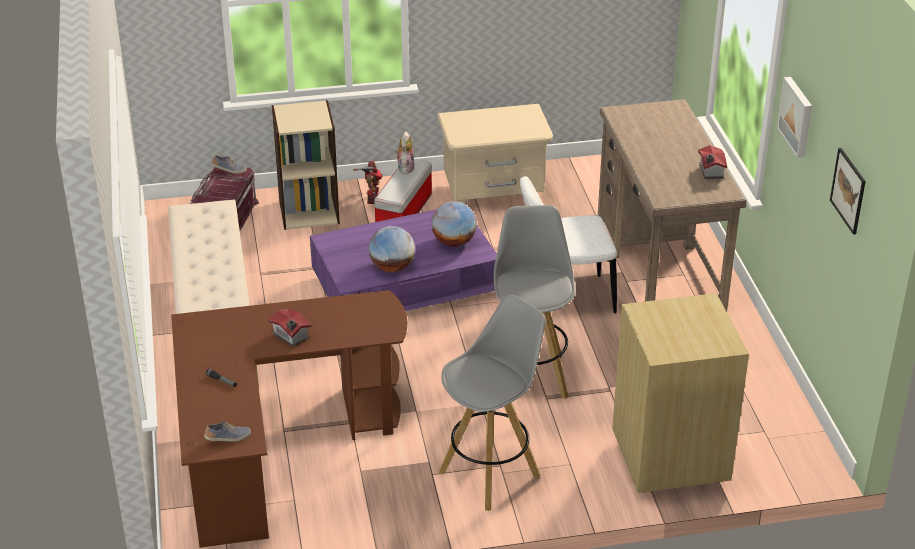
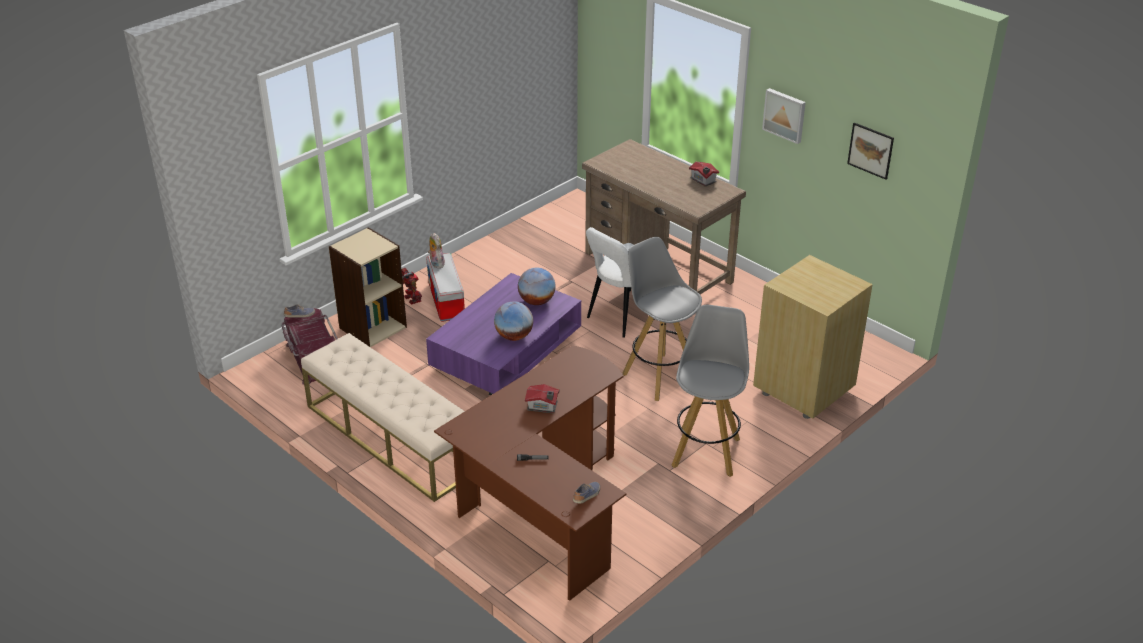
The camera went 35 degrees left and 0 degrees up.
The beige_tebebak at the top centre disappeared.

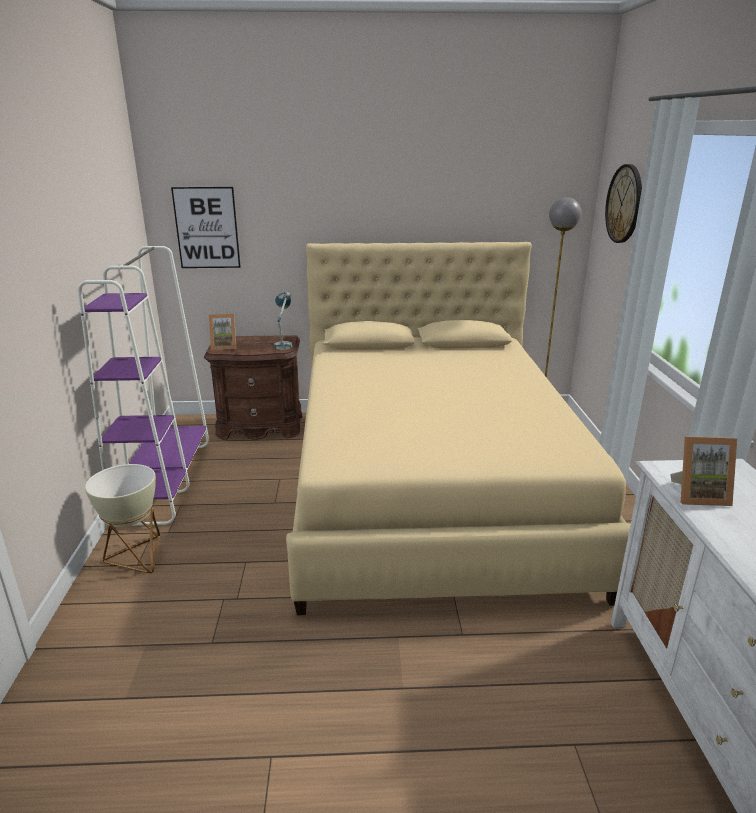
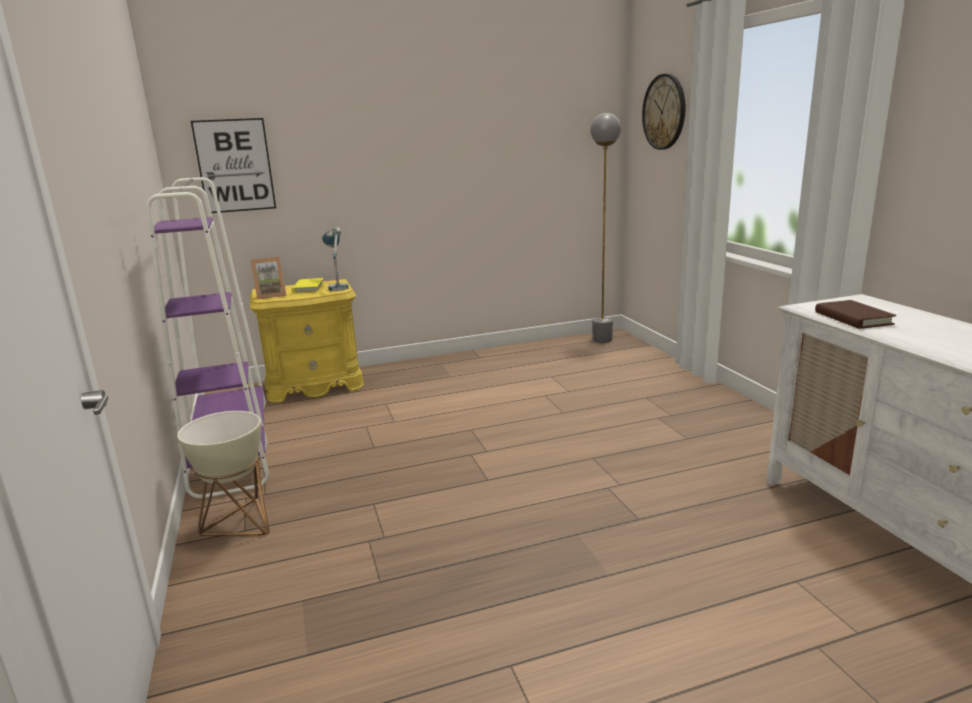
The camera went 15 degrees left and 5 degrees down.
The brown_tebebak at the centre became the yellow_tebebak at the middle left.
The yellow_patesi at the middle left appeared.
The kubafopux (2nd from left) at the middle right was replaced by the brown_patesi at the middle right.
The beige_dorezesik at the centre disappeared.

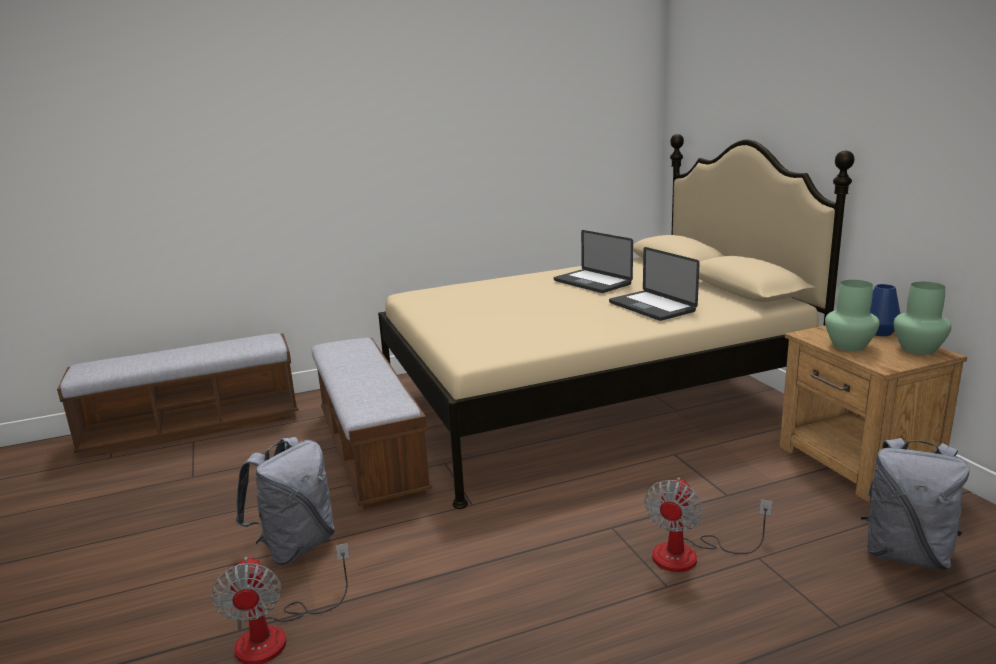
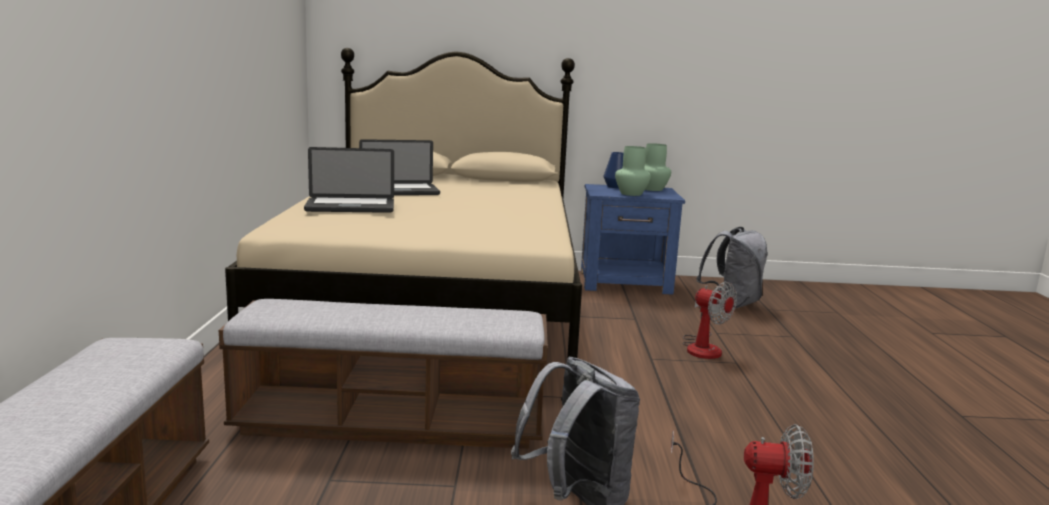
The camera went 70 degrees left and 5 degrees down.
The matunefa (2nd from left in the first image) moved from the centre to the middle left.
The brown_tebebak at the middle right became the blue_tebebak at the centre.

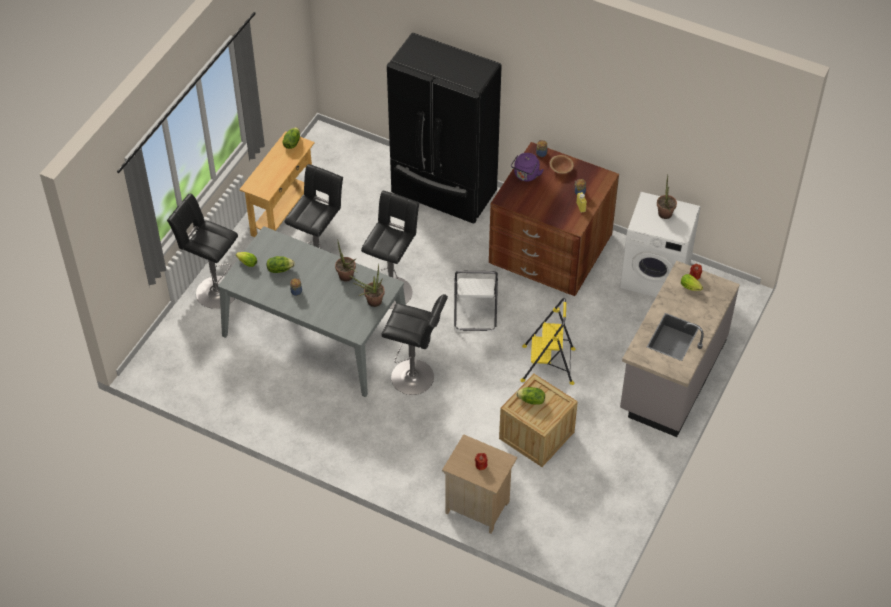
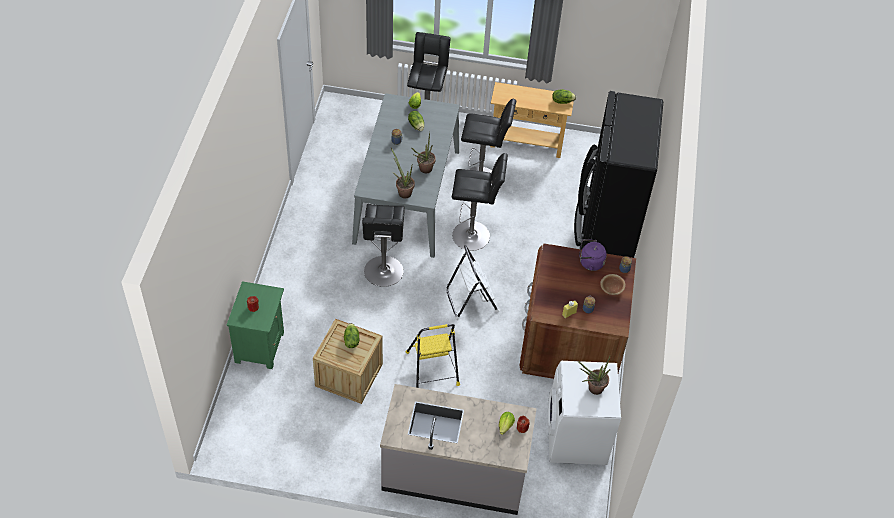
The camera went 70 degrees right and 0 degrees up.
The beige_tebebak at the bottom centre became the green_tebebak at the middle left.

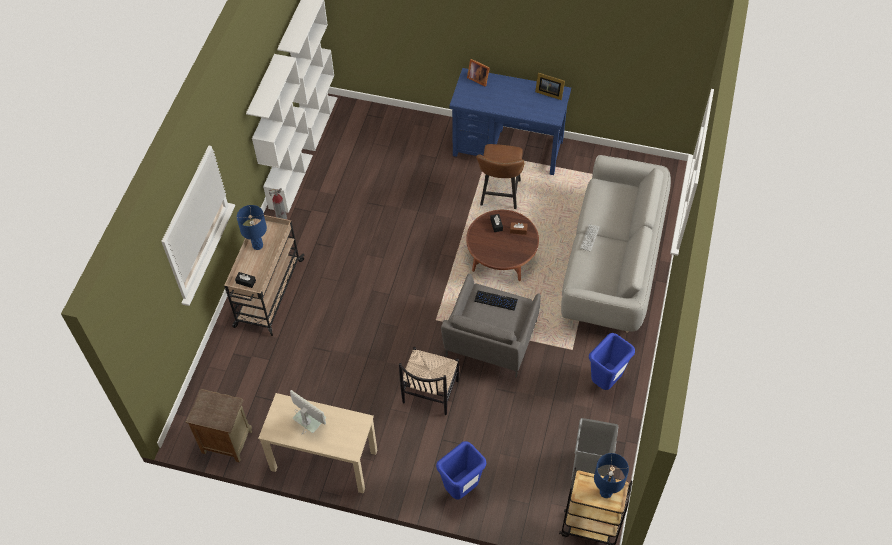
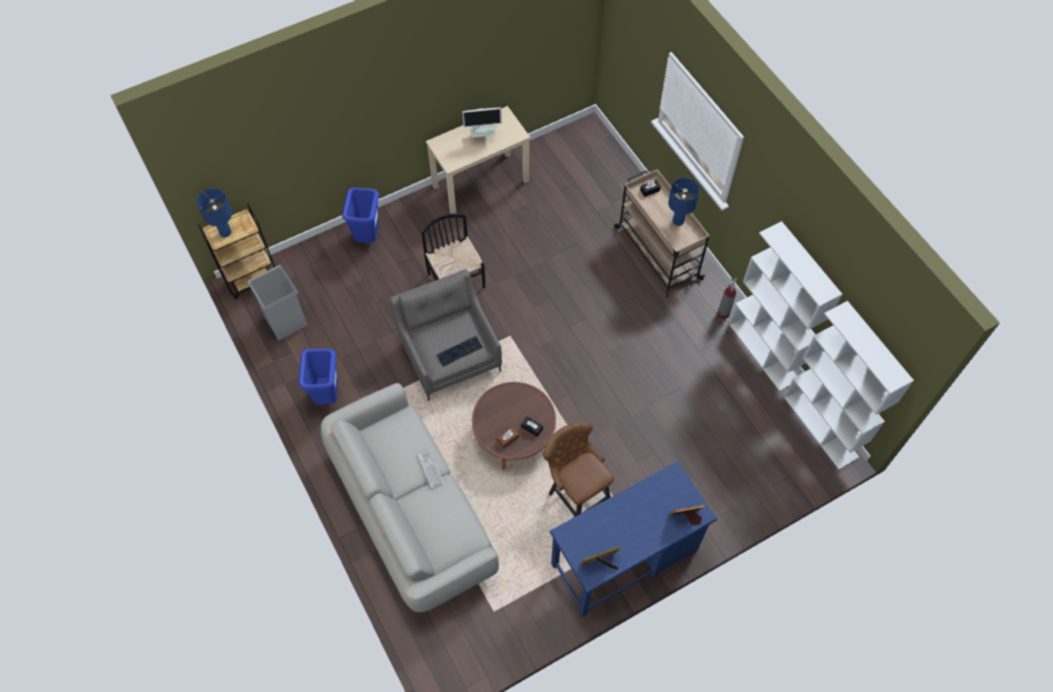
The camera went 135 degrees right and 5 degrees up.
The beige_tebebak at the bottom left disappeared.

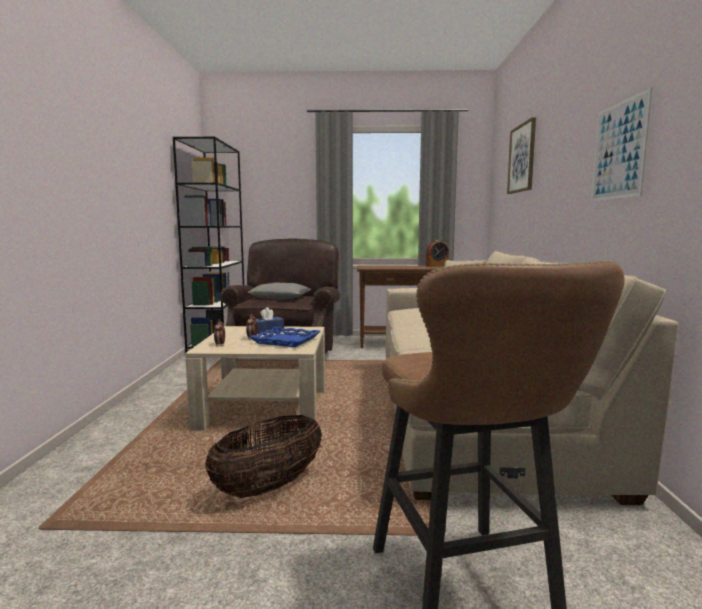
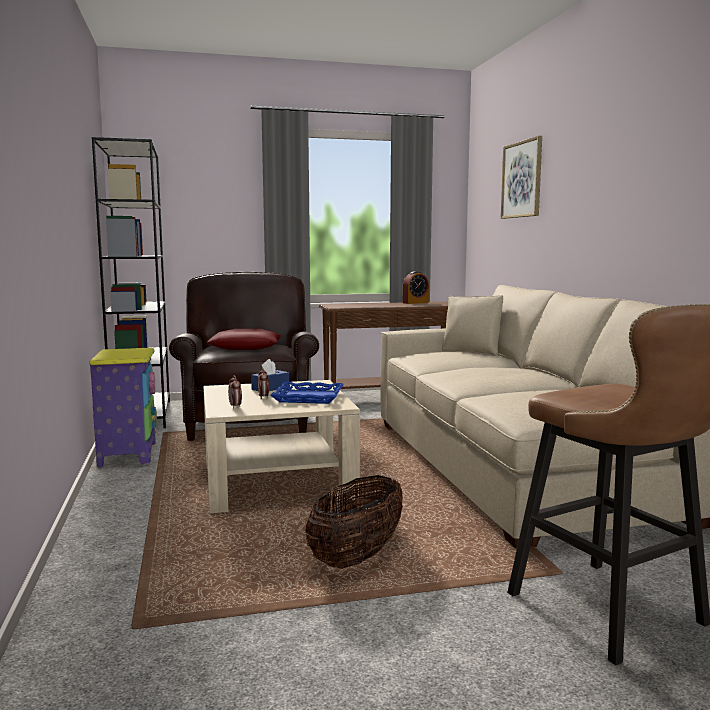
The camera went 15 degrees left and 0 degrees up.
The tebebak at the middle left appeared.
The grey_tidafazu at the centre became the red_tidafazu at the centre.
The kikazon (2nd from left) at the top right disappeared.

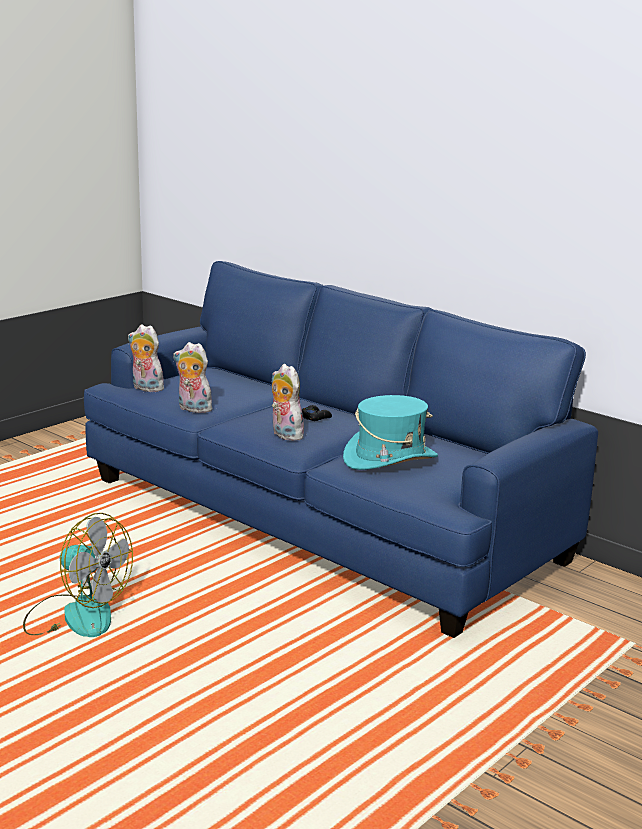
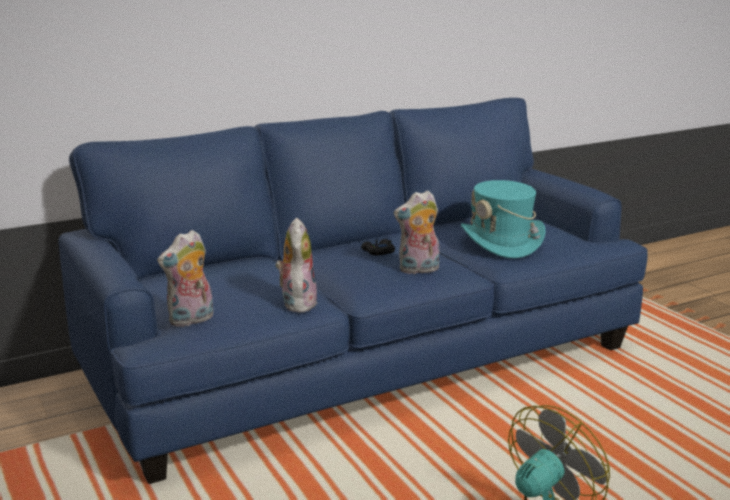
The camera went 70 degrees left and 0 degrees up.
The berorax (2nd from left) at the middle left turned 135 degrees clockwise.

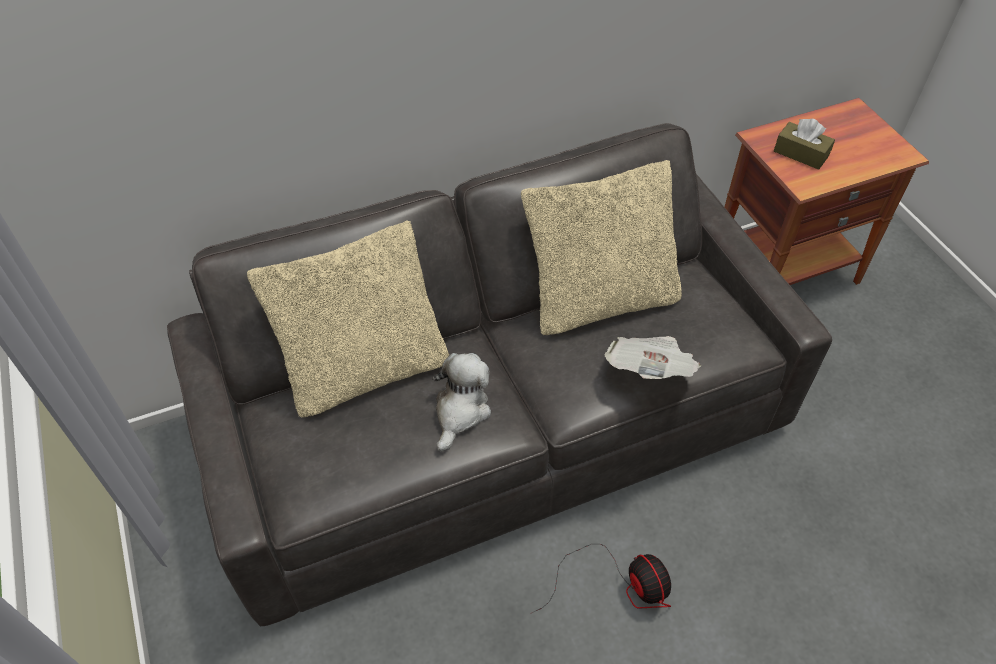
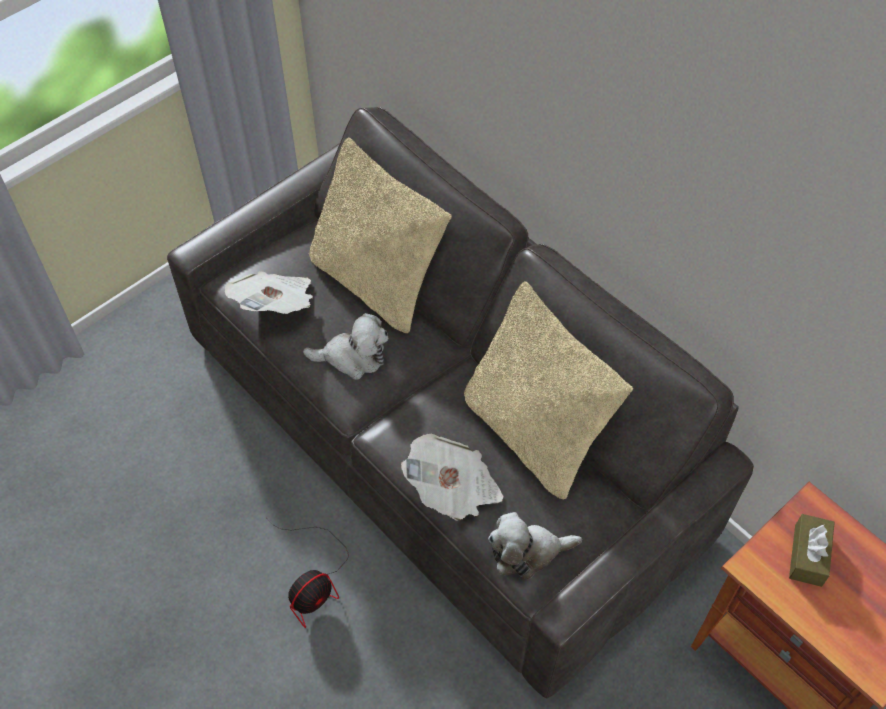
The camera went 70 degrees right and 5 degrees up.
The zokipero (1st from left) at the middle left appeared.
The berorax (2nd from left) at the bottom centre appeared.

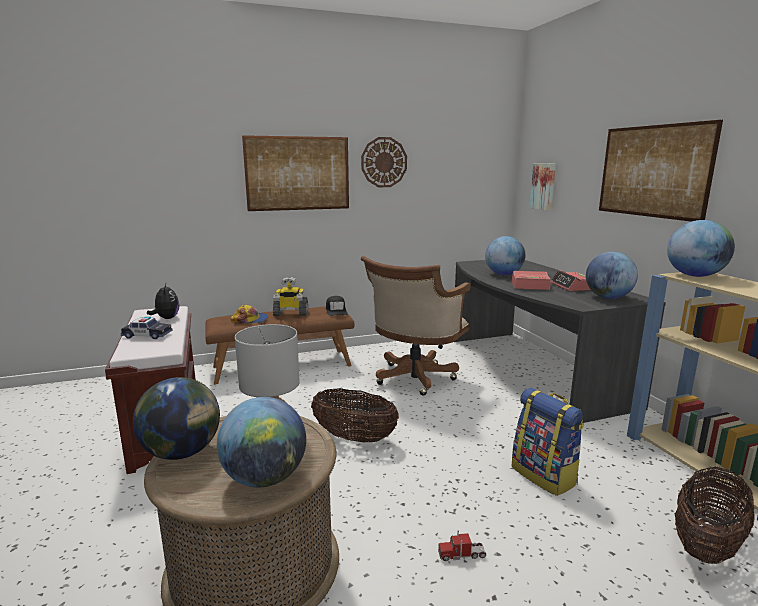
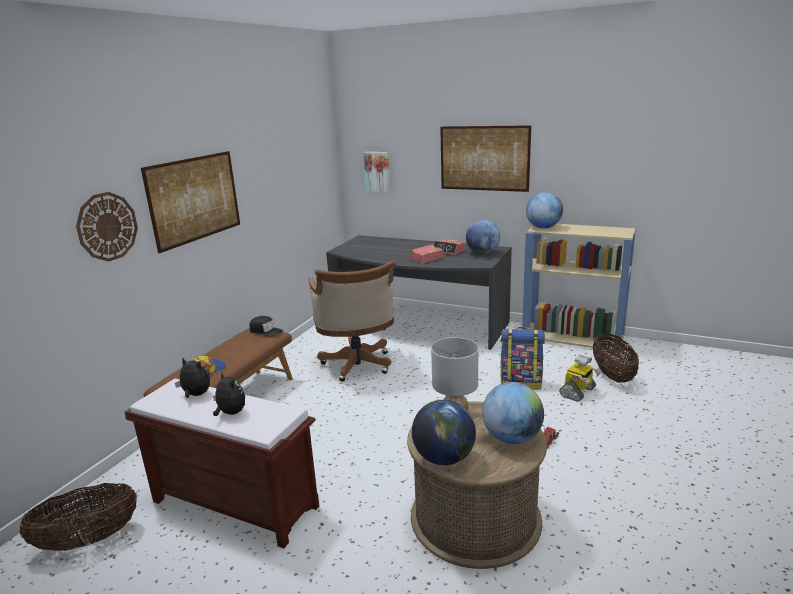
The camera went 45 degrees left and 5 degrees up.
The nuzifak (1st from left) moved from the bottom centre to the bottom left.
The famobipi moved from the top centre to the middle left.
The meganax at the middle left was replaced by the berorax (2nd from left) at the middle left.
The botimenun moved from the centre to the middle right.
The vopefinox (3rd from left) at the centre disappeared.

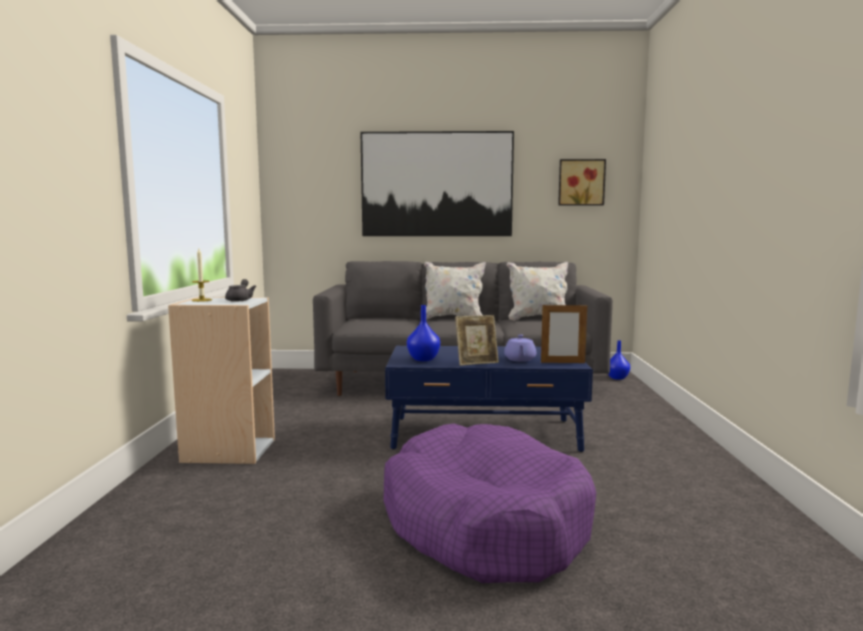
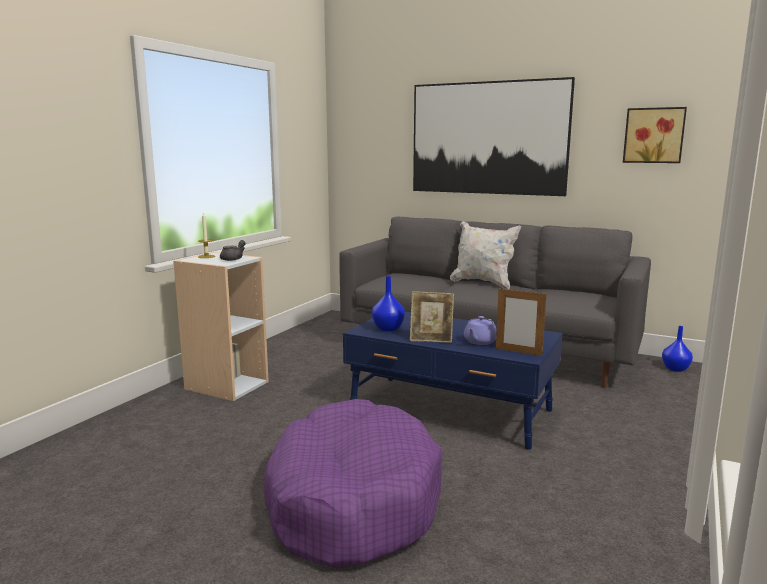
The camera went 25 degrees right and 5 degrees up.
The white_tidafazu (2nd from left) at the centre disappeared.

